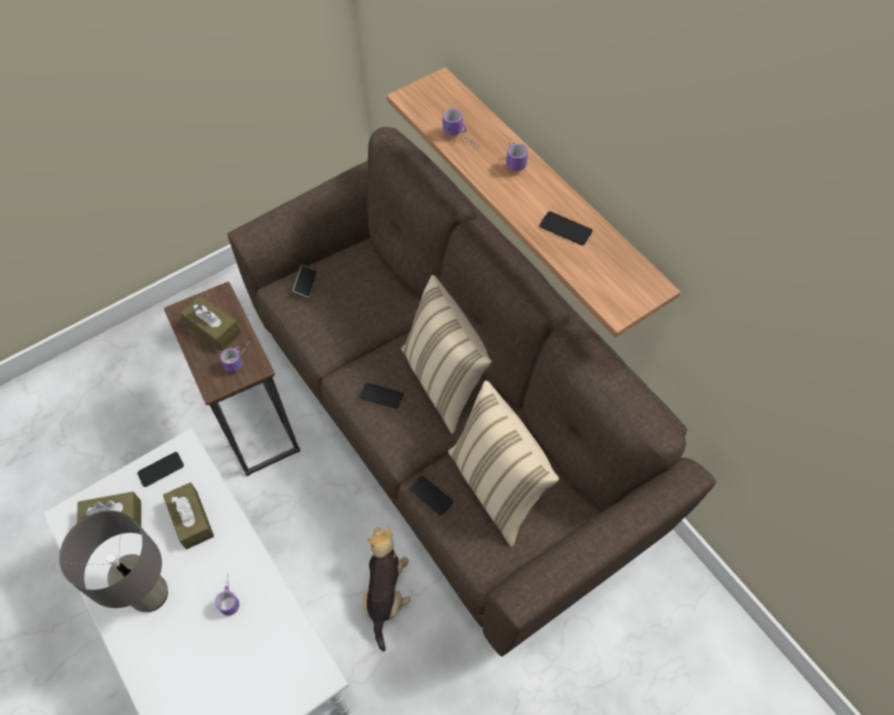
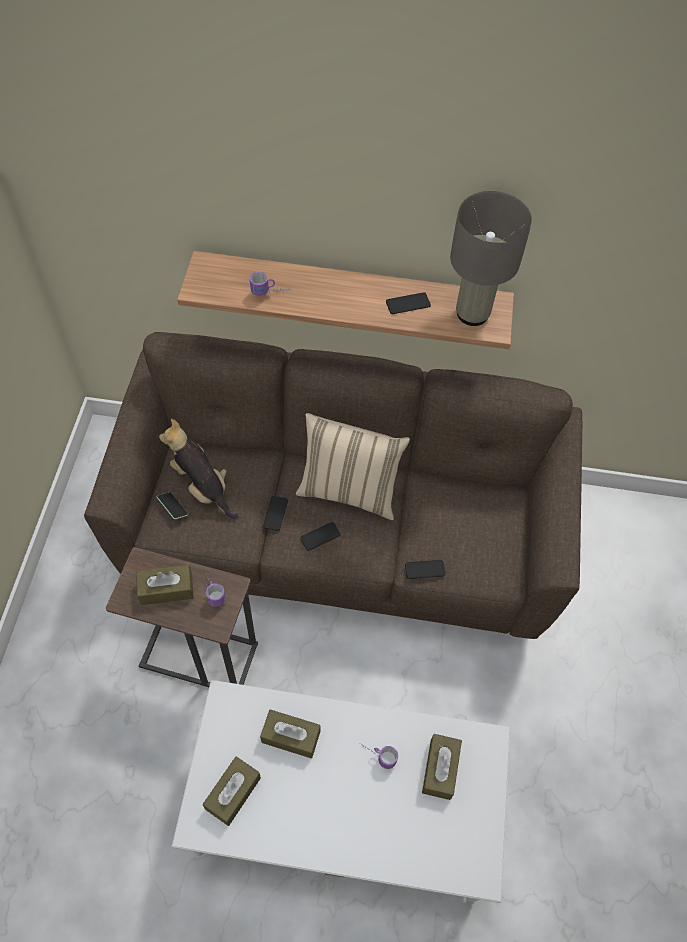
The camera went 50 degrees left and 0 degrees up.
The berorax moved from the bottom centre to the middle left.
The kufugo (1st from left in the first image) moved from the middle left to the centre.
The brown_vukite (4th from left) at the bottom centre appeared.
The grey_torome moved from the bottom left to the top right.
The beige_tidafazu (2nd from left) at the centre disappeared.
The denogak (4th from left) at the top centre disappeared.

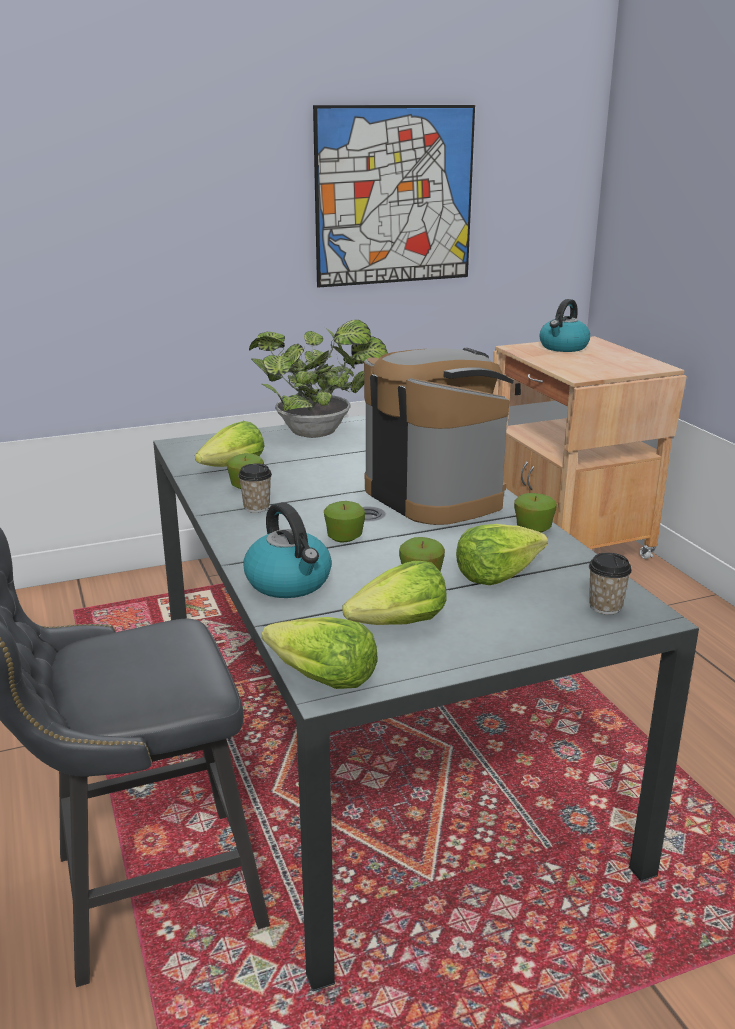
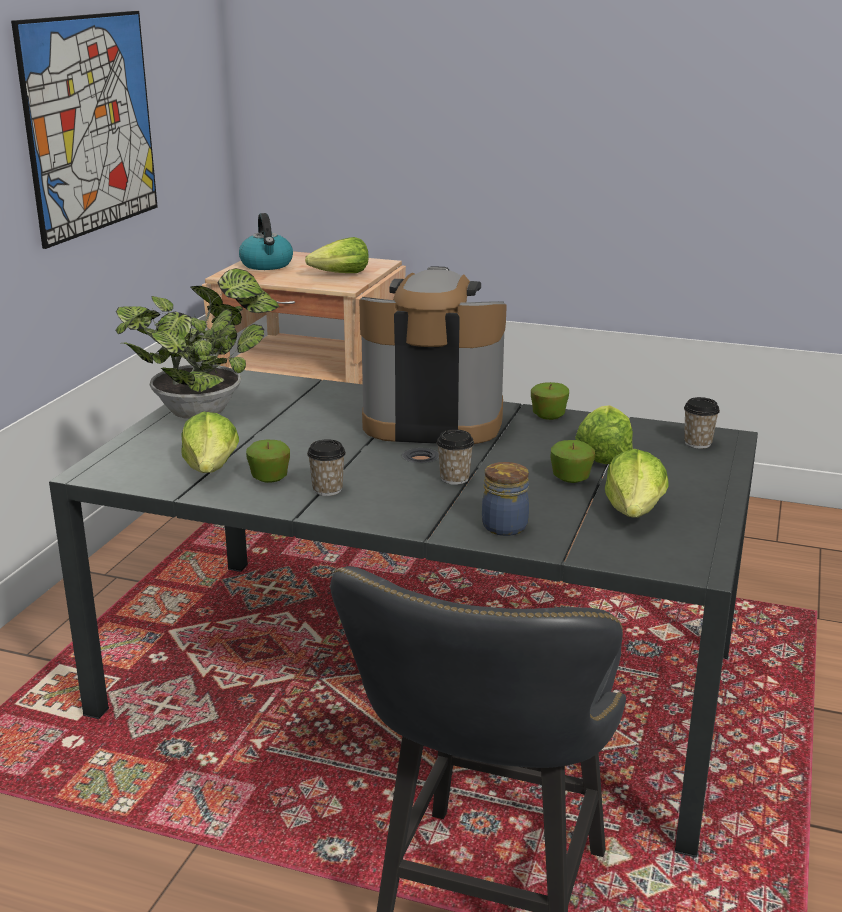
The camera went 50 degrees left and 0 degrees up.
The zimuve (2nd from left) moved from the centre to the top centre.
The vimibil (2nd from left) at the centre was replaced by the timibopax (2nd from left) at the centre.
The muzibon (1st from left) at the centre was replaced by the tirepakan at the centre.

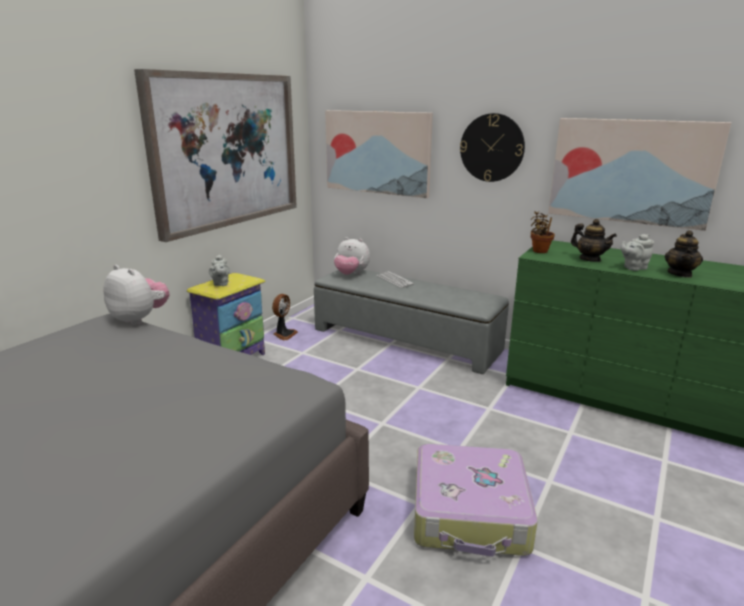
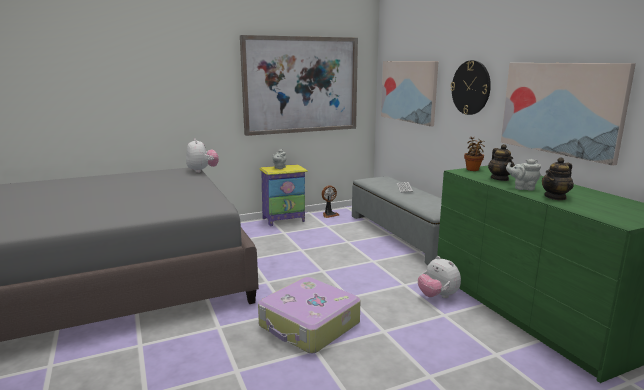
The camera went 35 degrees right and 5 degrees down.
The berorax (2nd from left) moved from the centre to the bottom right.

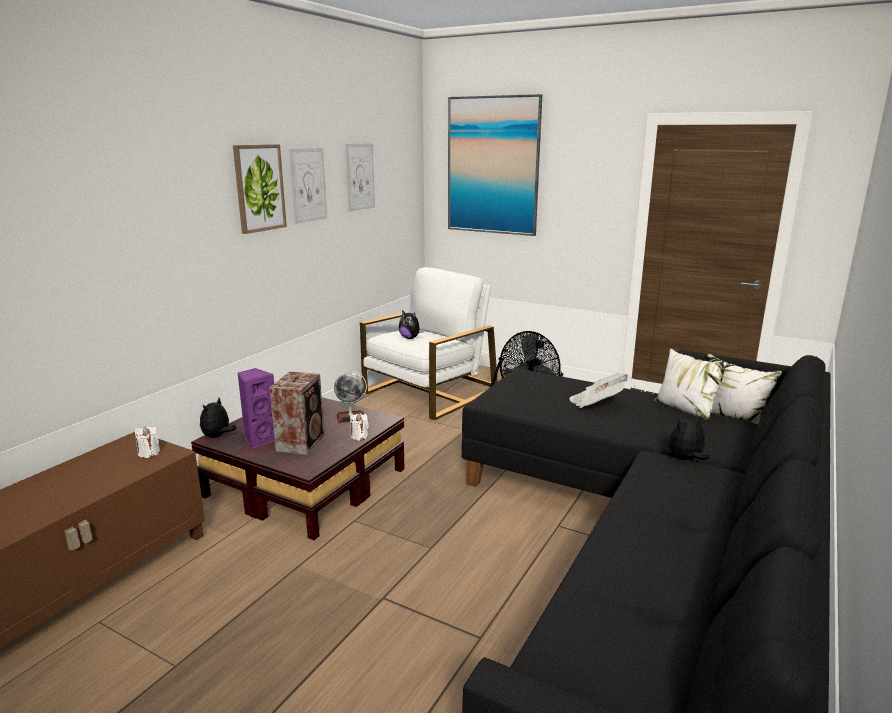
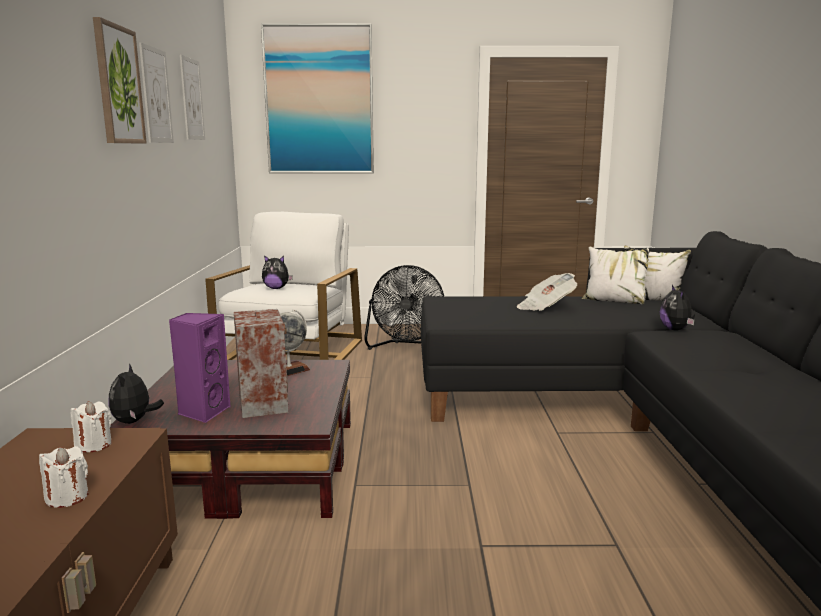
The camera went 30 degrees left and 5 degrees down.
The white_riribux (2nd from left in the first image) moved from the centre to the bottom left.
The berorax (3rd from left) at the middle right turned 45 degrees counterclockwise.

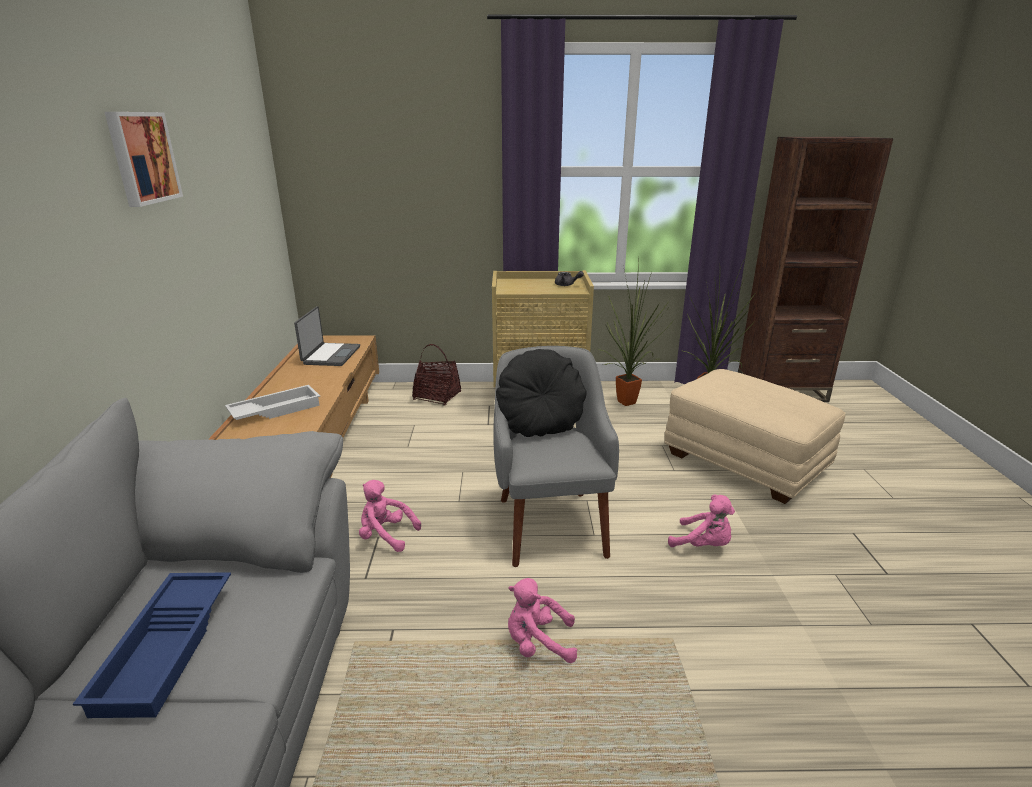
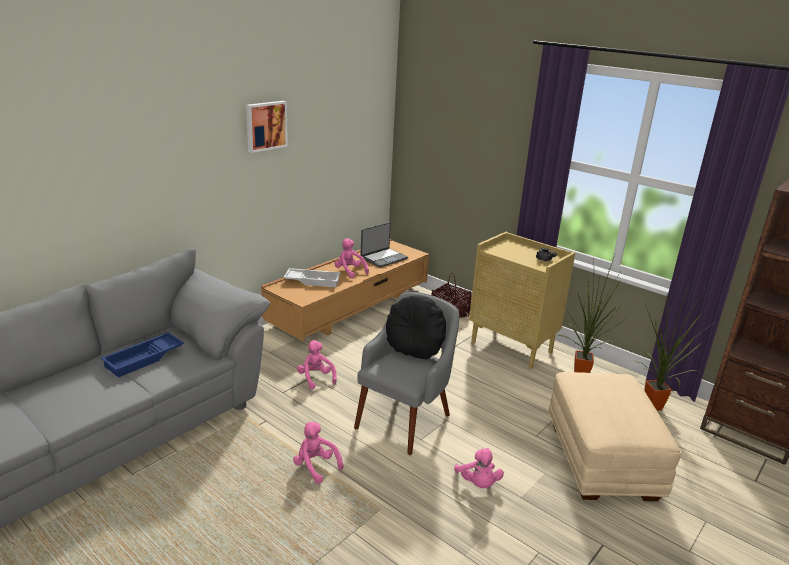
The camera went 40 degrees right and 0 degrees up.
The pink_berorax (3rd from left) at the centre appeared.

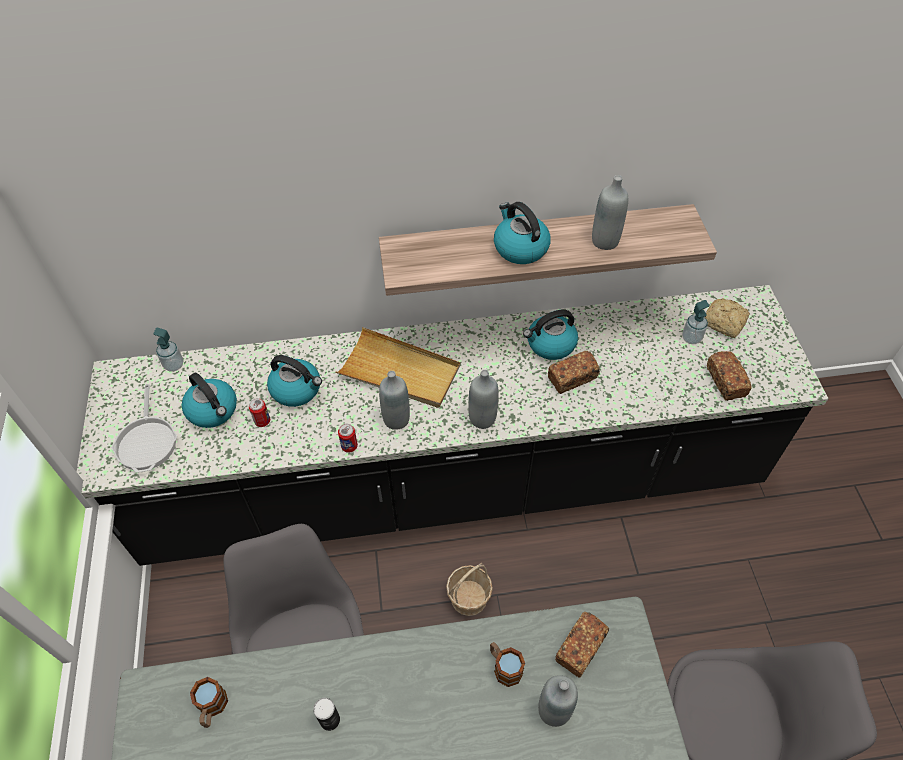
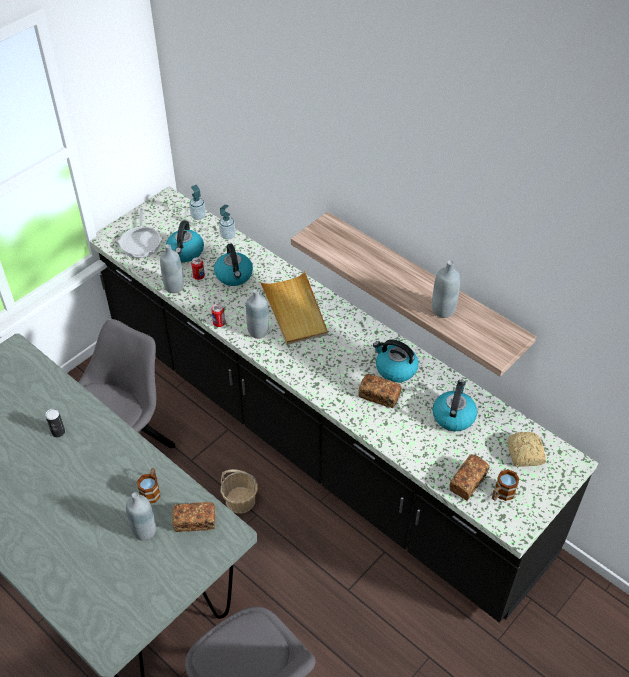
The camera went 50 degrees right and 5 degrees down.
The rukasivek at the middle left turned 45 degrees counterclockwise.
The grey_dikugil (2nd from left) moved from the centre to the middle left.
The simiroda (2nd from left) moved from the middle right to the top centre.
The muzibon (3rd from left in the first image) moved from the top centre to the middle right.
The denogak (1st from left in the first image) moved from the bottom left to the bottom right.

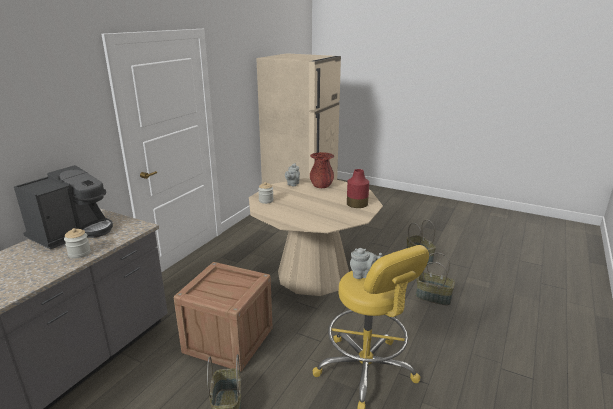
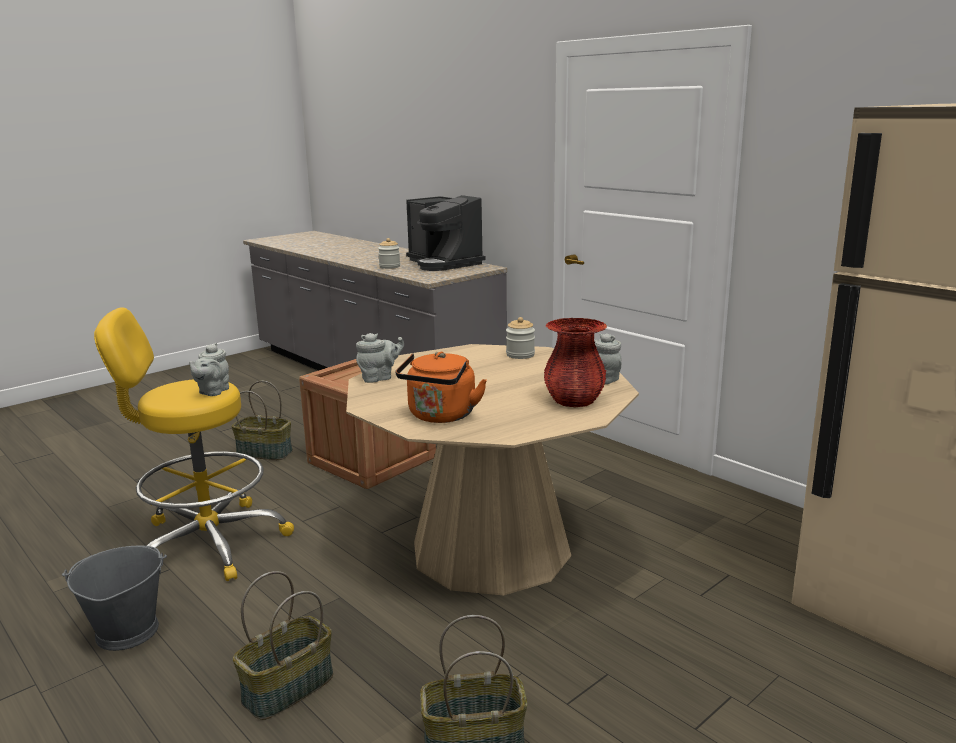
The camera went 110 degrees right and 5 degrees down.
The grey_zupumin at the bottom left appeared.
The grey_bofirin (2nd from left) at the centre appeared.
The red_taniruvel (2nd from left) at the centre was replaced by the orange_muzibon at the centre.

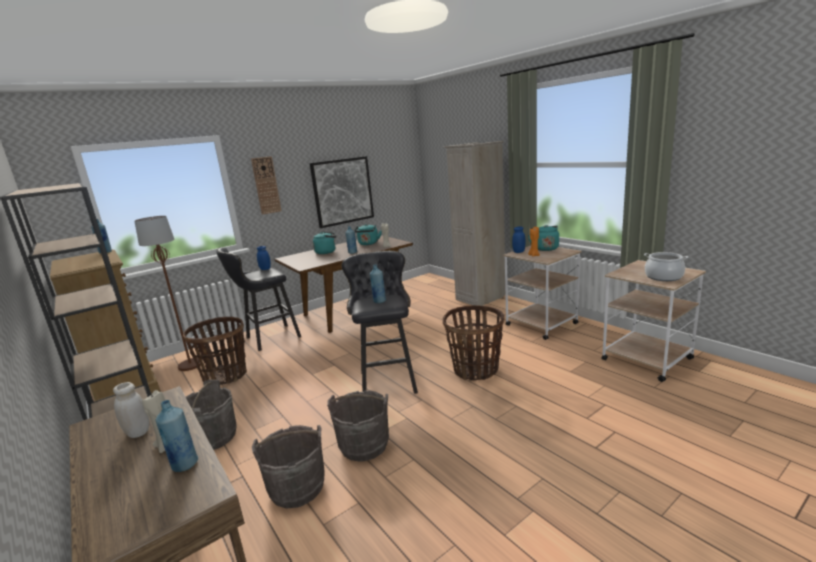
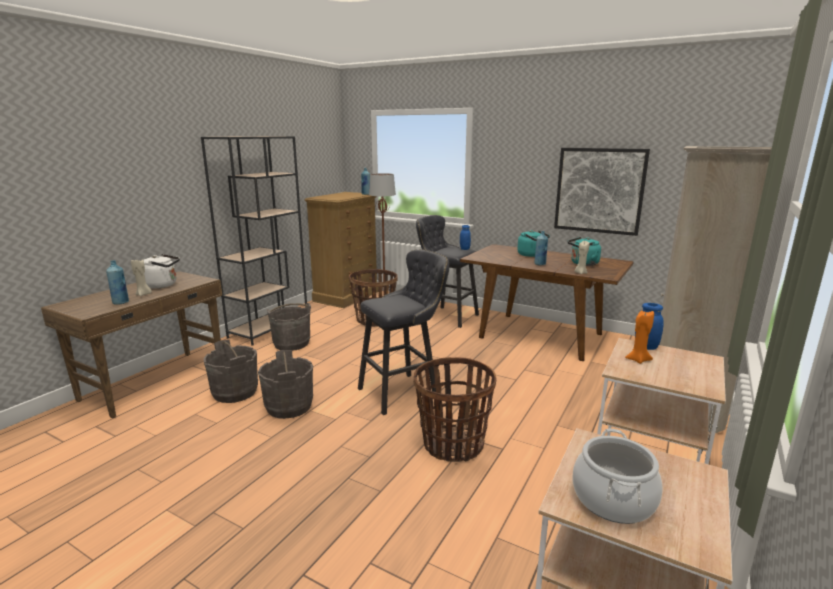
The camera went 65 degrees right and 0 degrees up.
The white_tirepakan at the bottom left was replaced by the white_muzibon at the middle left.
The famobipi at the top left disappeared.
The blue_dikugil (4th from left) at the centre disappeared.
The turquoise_muzibon (3rd from left) at the centre disappeared.

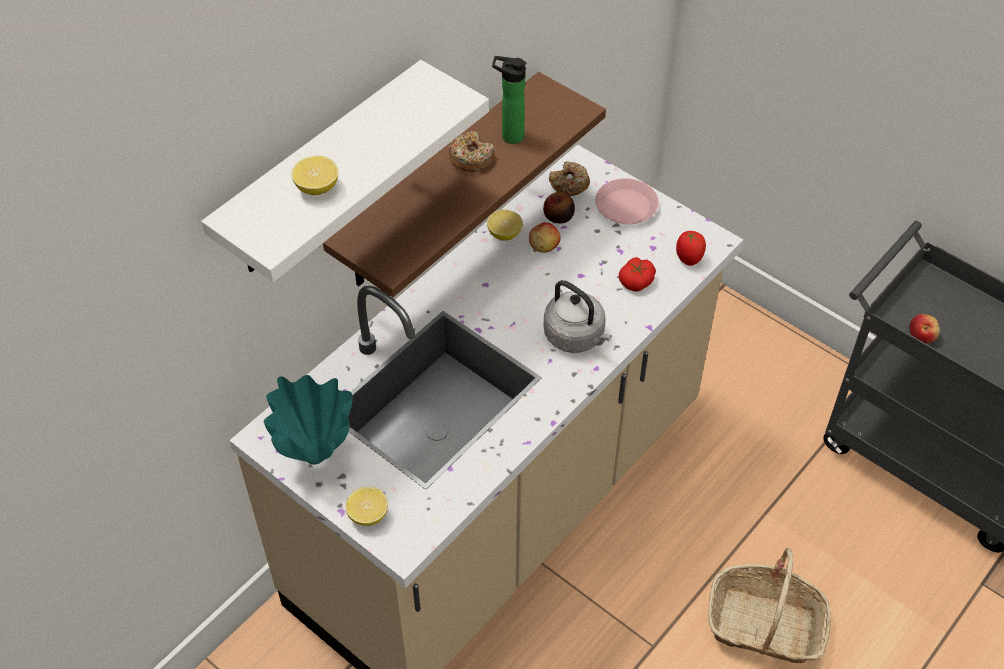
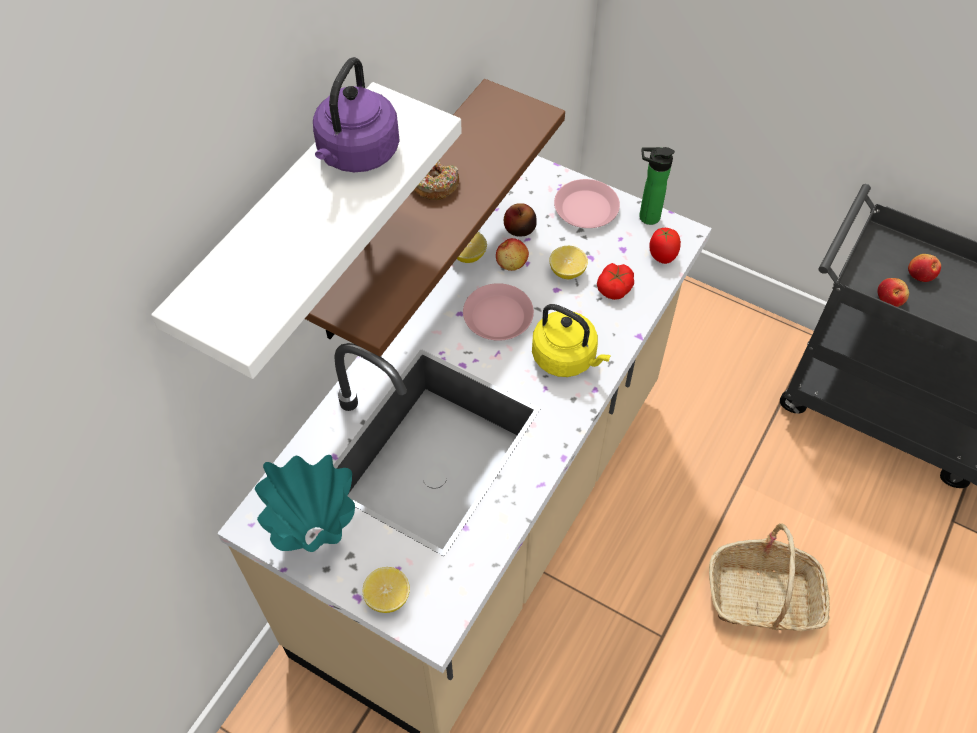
The camera went 10 degrees left and 5 degrees up.
The purple_muzibon at the top centre appeared.
The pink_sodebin (1st from left) at the centre appeared.
The grey_muzibon at the centre became the yellow_muzibon at the centre.
The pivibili (1st from left in the first image) moved from the top left to the centre.
The dikugil moved from the top centre to the top right.
The vimibil (4th from left) at the middle right appeared.
The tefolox (2nd from left) at the top centre disappeared.

